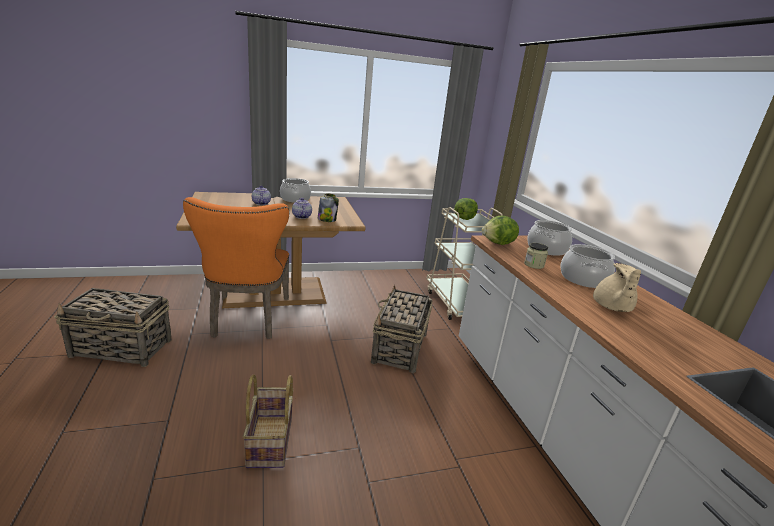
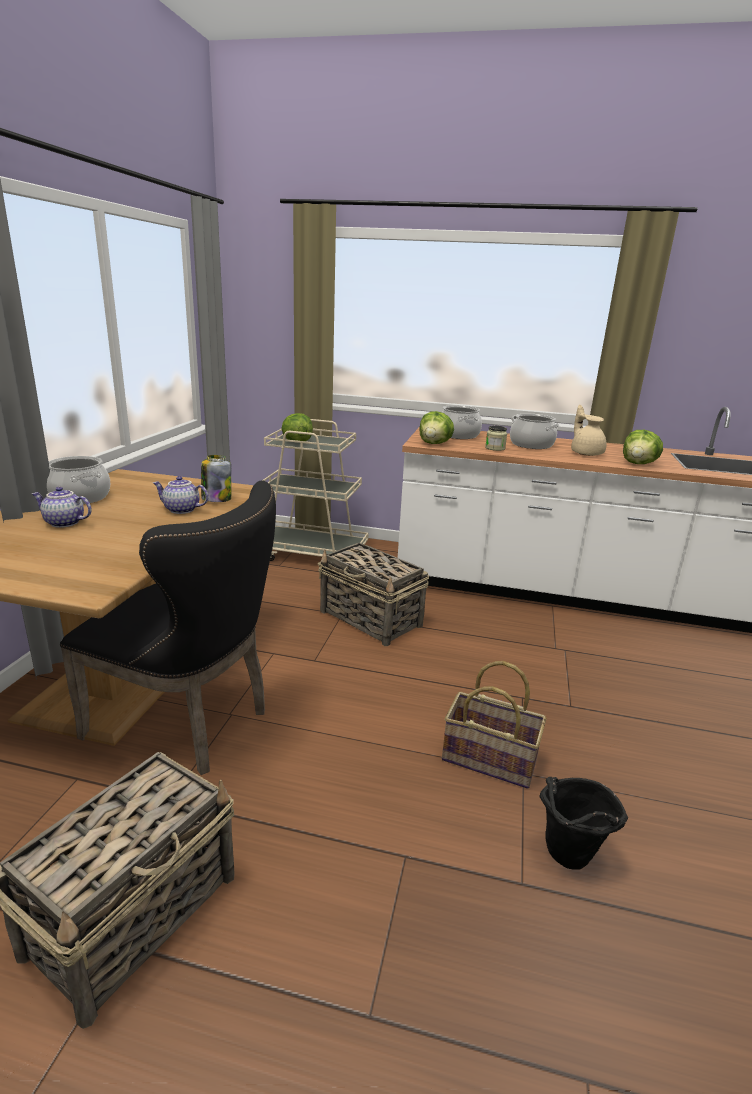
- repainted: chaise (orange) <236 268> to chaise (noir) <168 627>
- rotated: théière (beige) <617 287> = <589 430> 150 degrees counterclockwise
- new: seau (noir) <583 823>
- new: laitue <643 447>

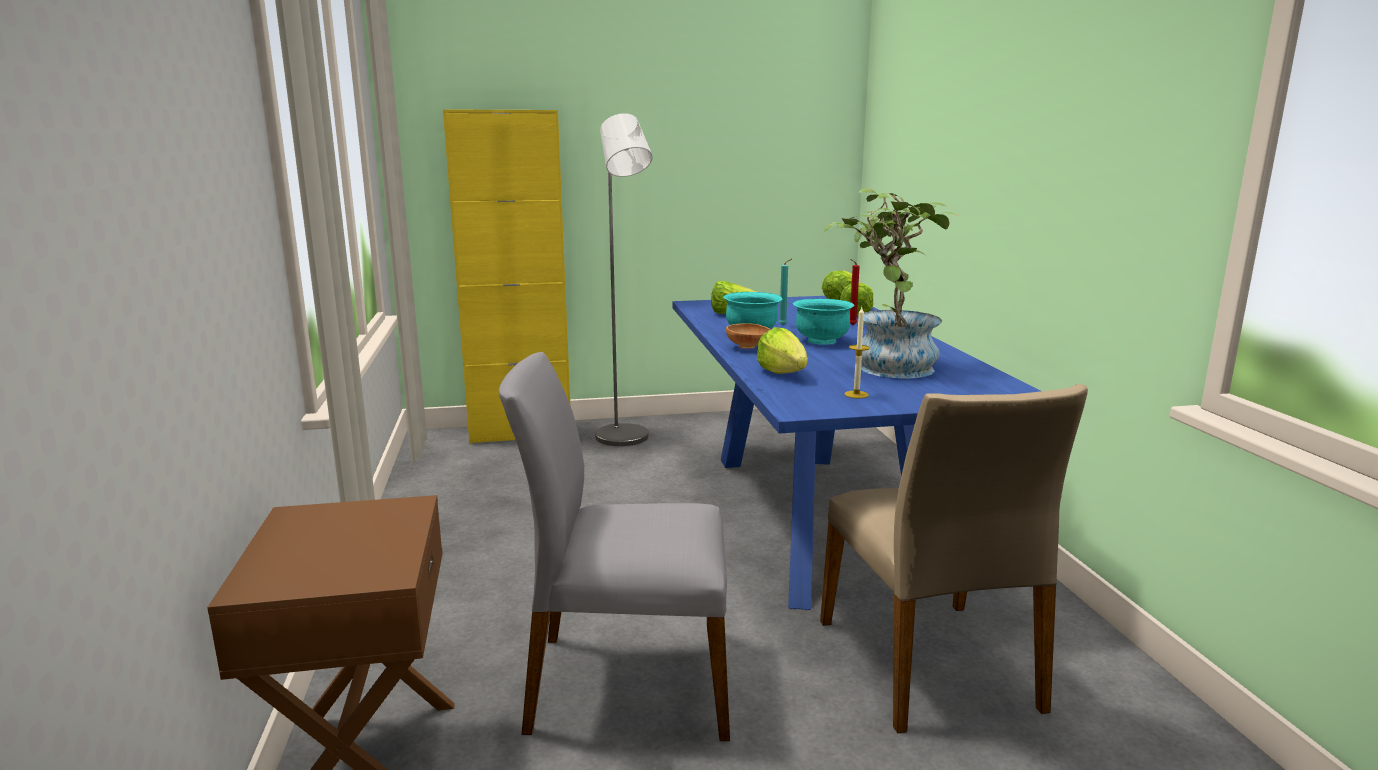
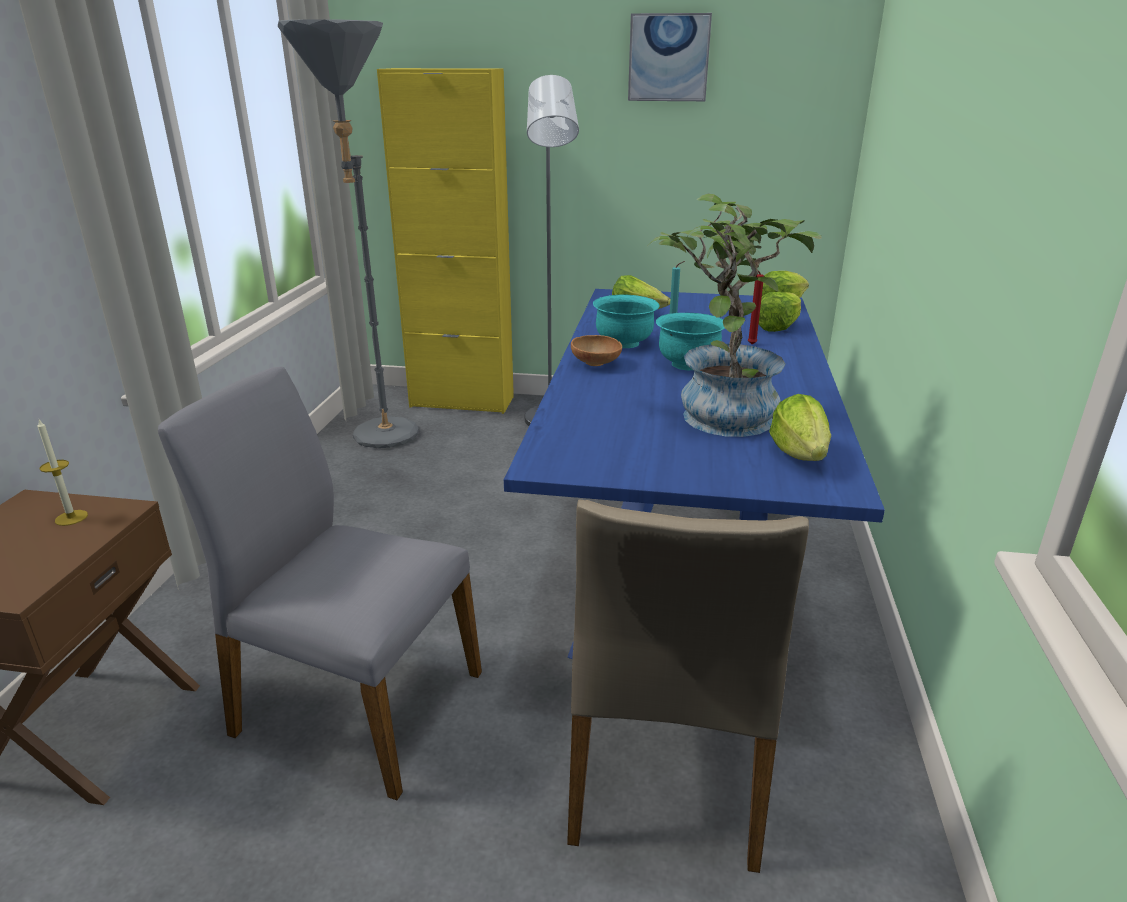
- shifted: laitue <782 350> to <800 427>
- shifted: bougie <857 352> to <62 473>
- new: lampadaire (gris) <348 233>
- new: tableau <670 57>

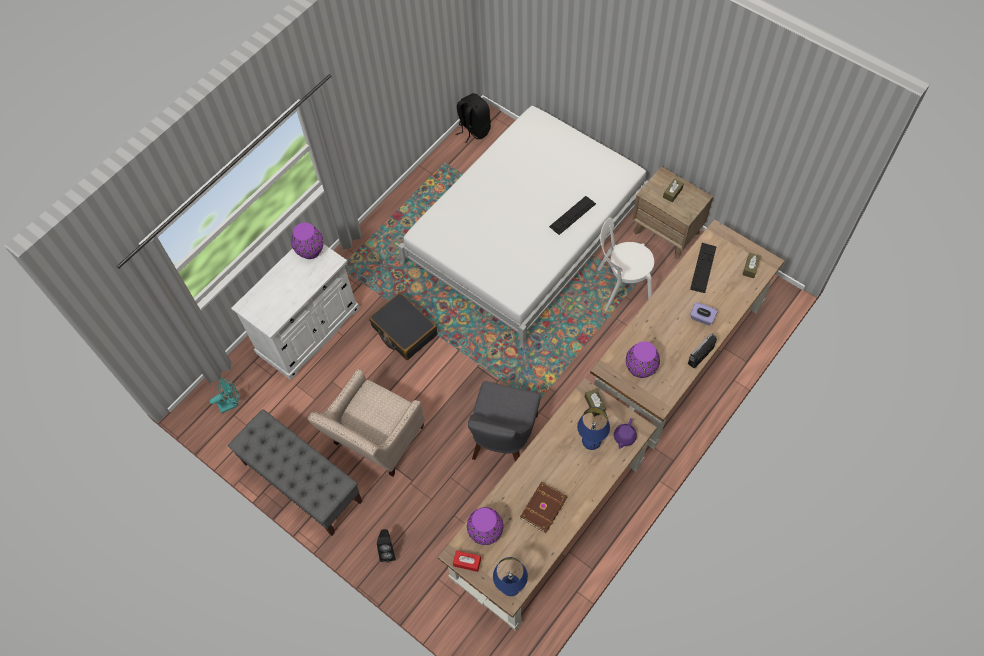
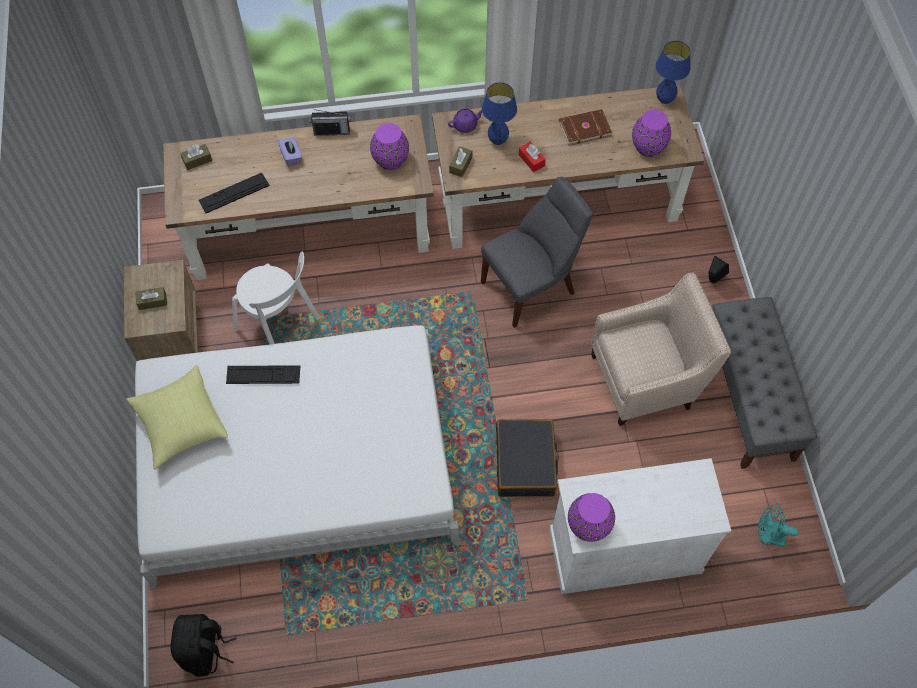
- shifted: boîte à mouchoirs (rouge) <467 561> to <532 157>
- new: coussin (jaune) <177 417>

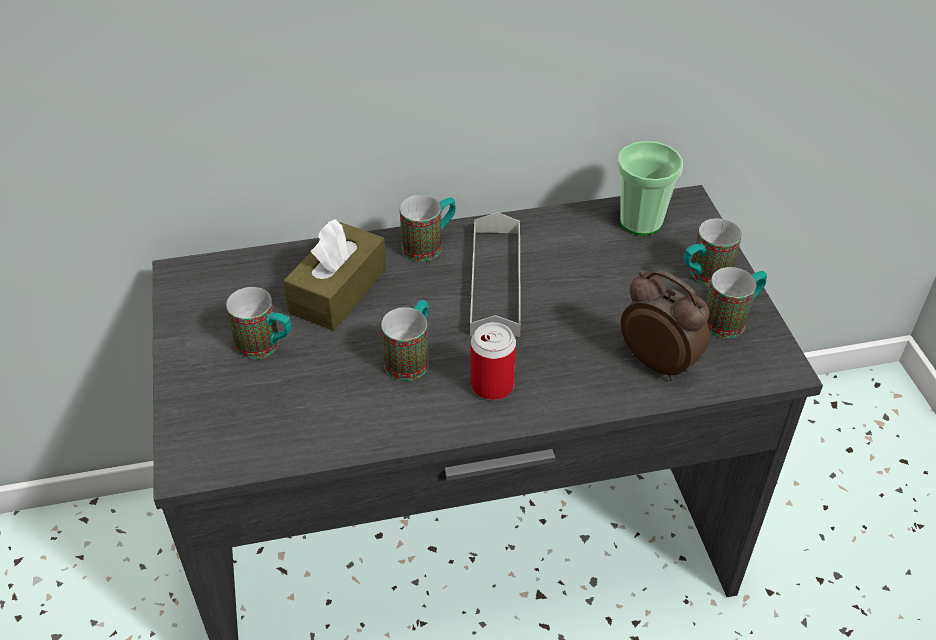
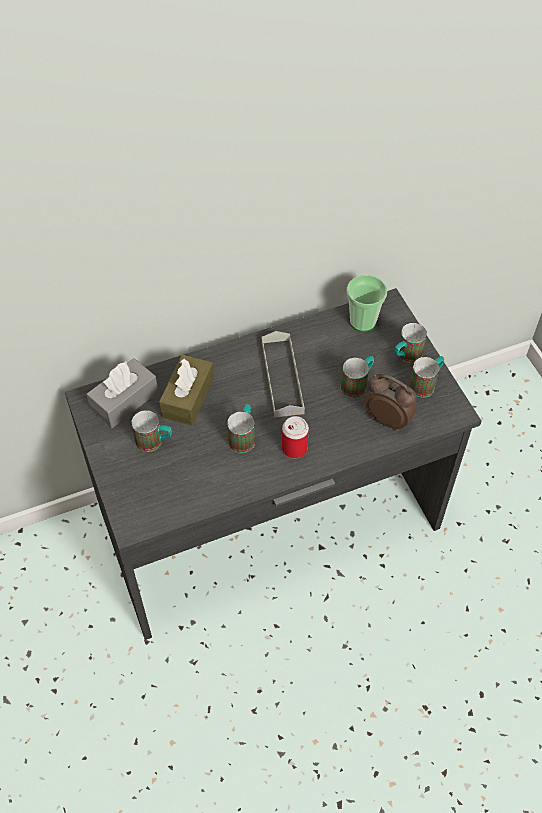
- shifted: mug <428 228> to <357 377>
- new: boîte à mouchoirs (gris) <122 393>

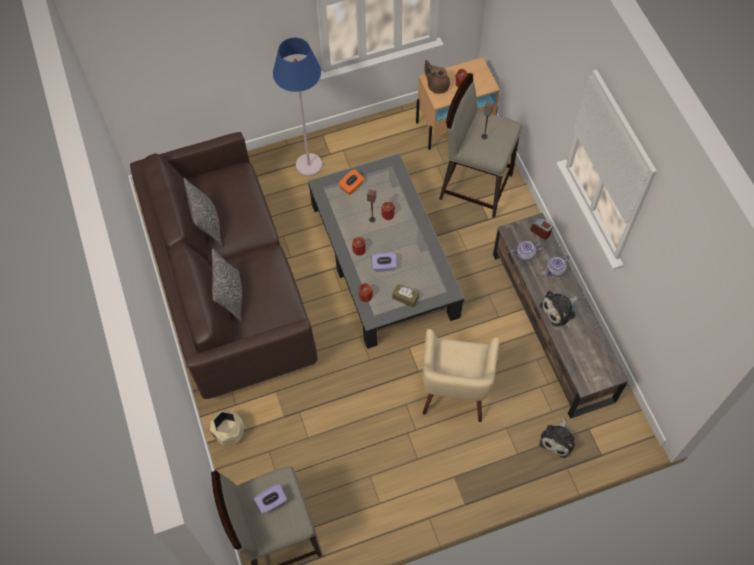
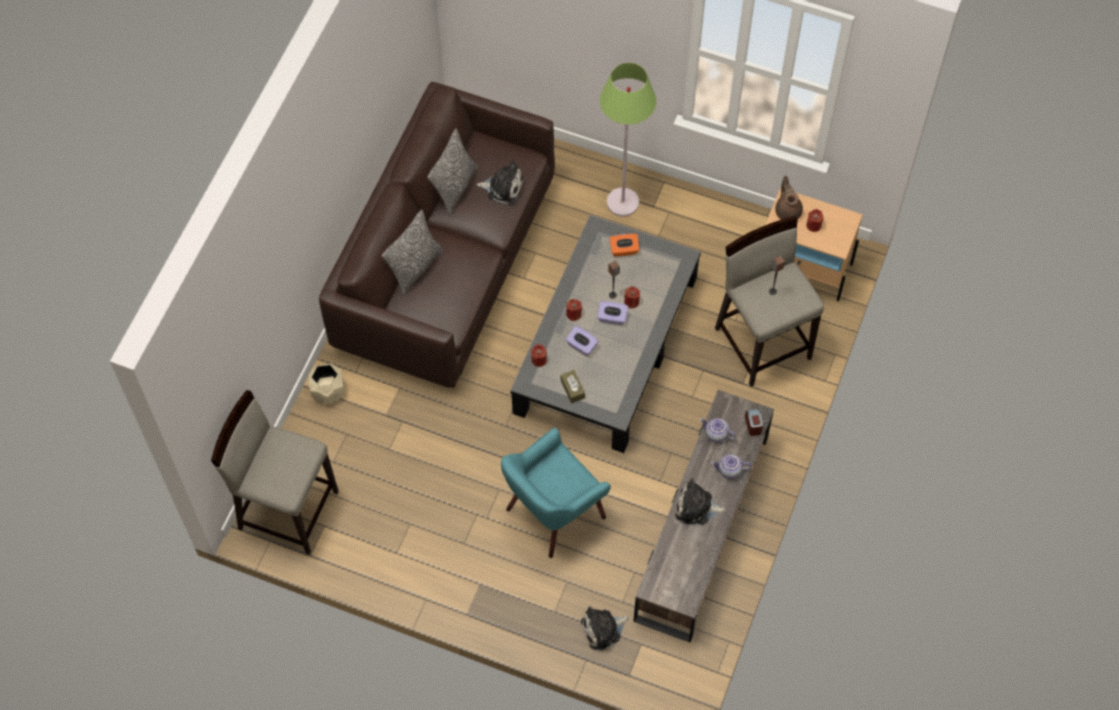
- shifted: boîte à mouchoirs (violet) <270 499> to <612 313>
- repainted: lampadaire (bleu) <297 107> to lampadaire (vert) <628 140>
- repainted: fauteuil (beige) <461 375> to fauteuil (turquoise) <556 492>
- new: peluche <500 182>

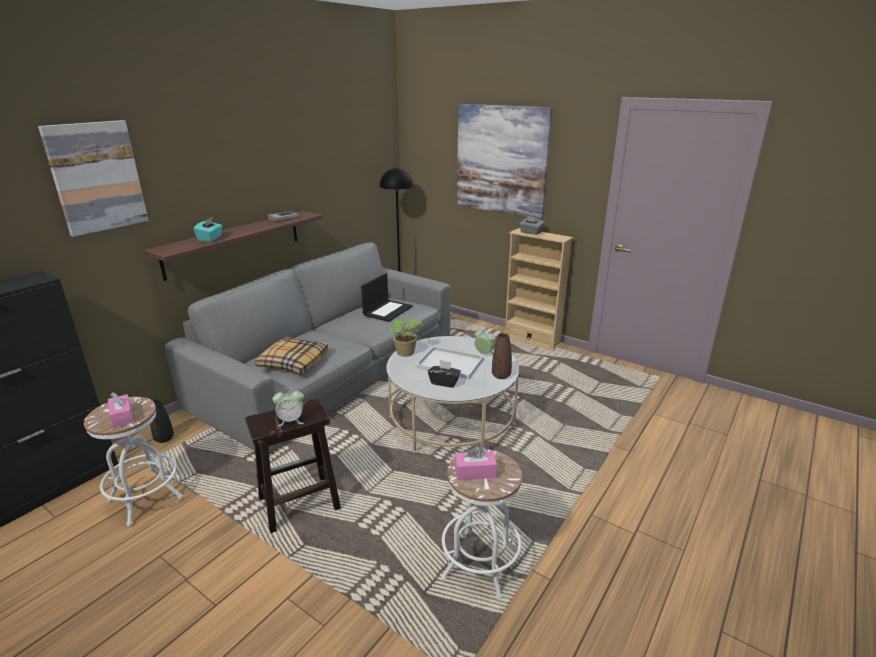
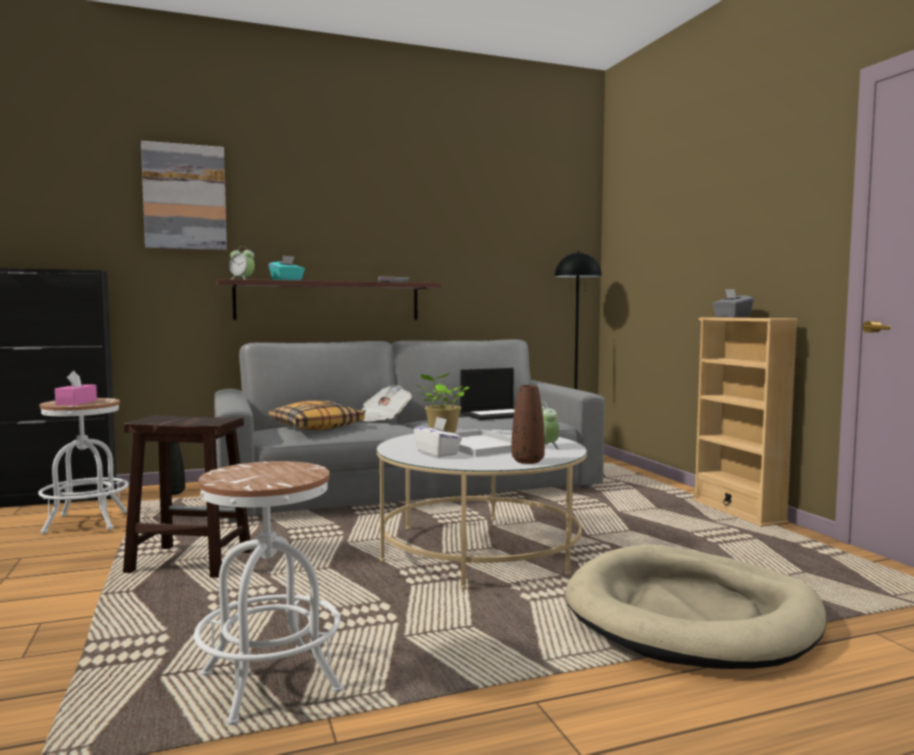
- shifted: réveil <288 407> to <242 262>
- repainted: boîte à mouchoirs (noir) <444 373> to boîte à mouchoirs (blanc) <438 437>
- gone: boîte à mouchoirs (rose) <476 463>
- gone: tableau <505 161>
- new: journal <386 403>
- new: panier pour chien (beige) <695 606>

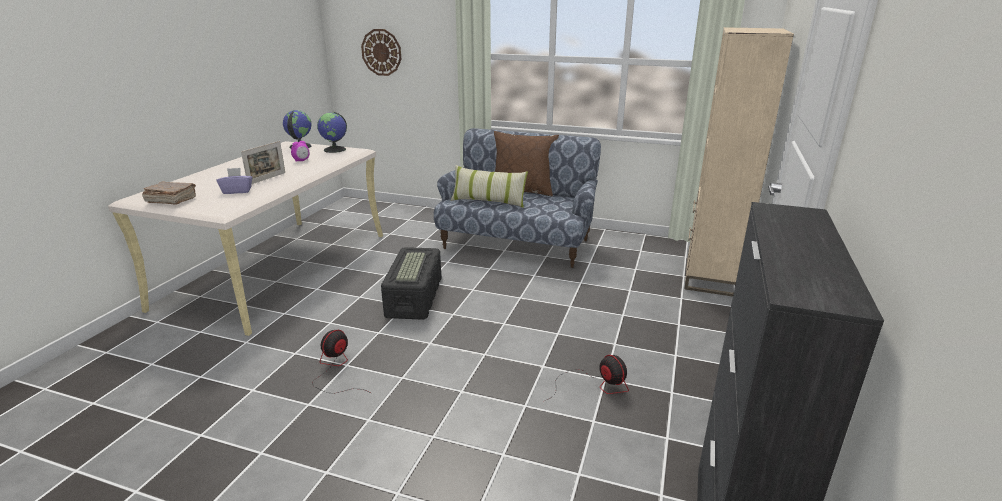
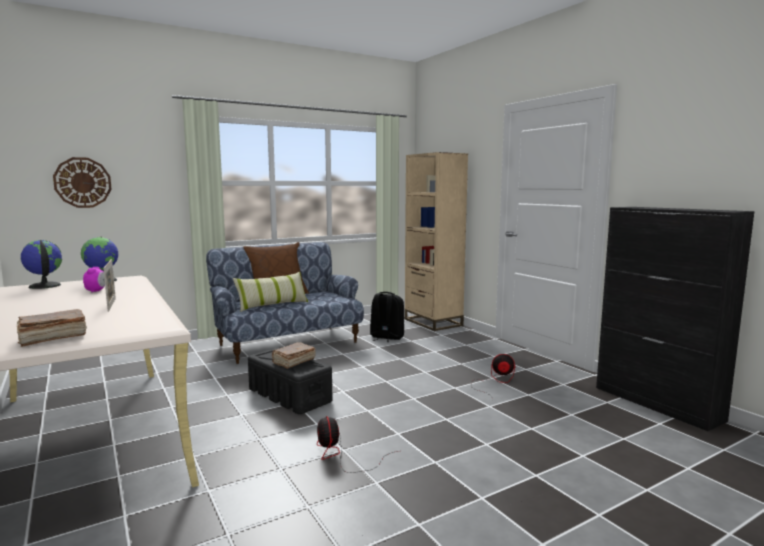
- gone: boîte à mouchoirs (violet) <234 181>
- swapped: clavier <411 267> to livre (marron) <294 355>
- new: sac à dos (noir) <387 317>

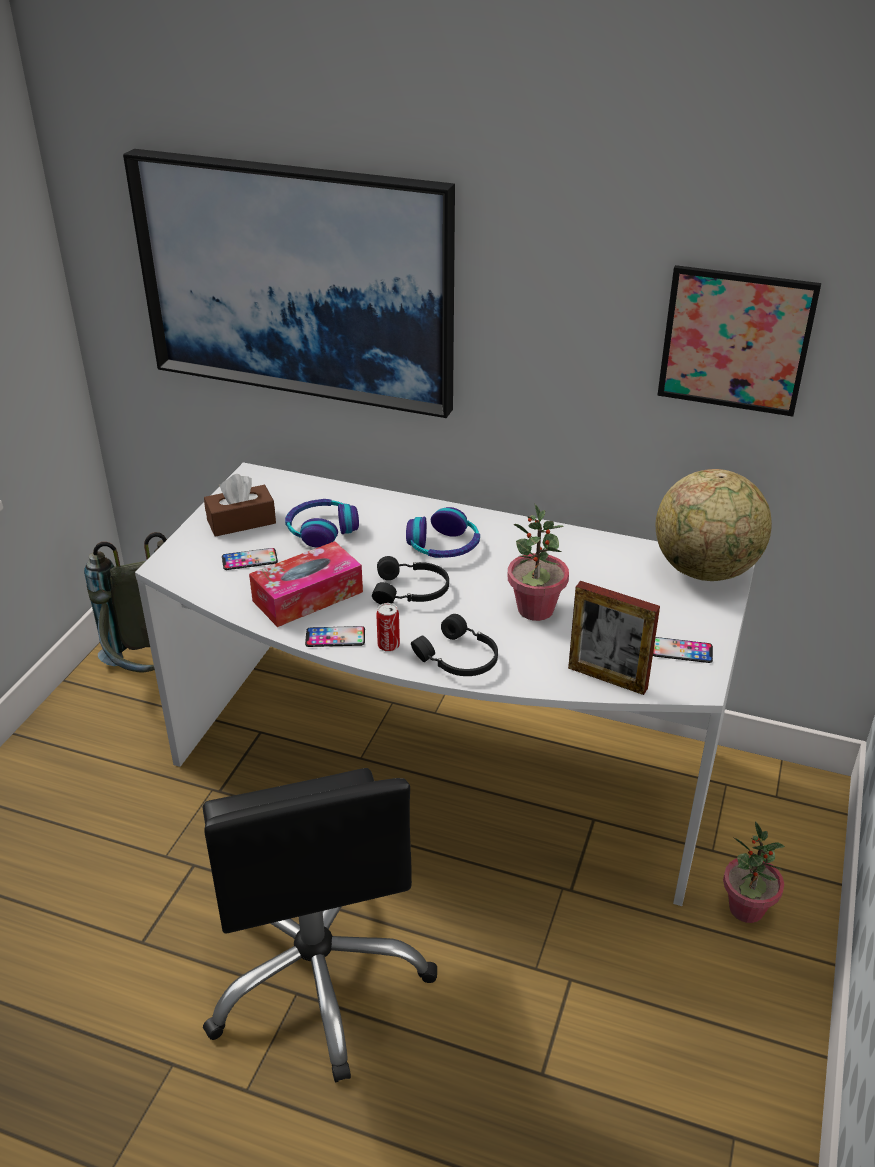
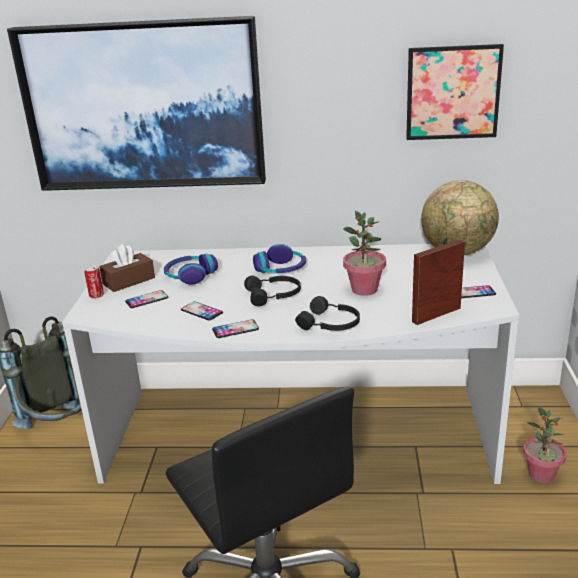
- swapped: boîte à mouchoirs <306 584> to téléphone <202 311>
- shifted: boîte métallique <388 627> to <94 282>
- rotated: cadre photo <614 638> = <438 282> 135 degrees clockwise

